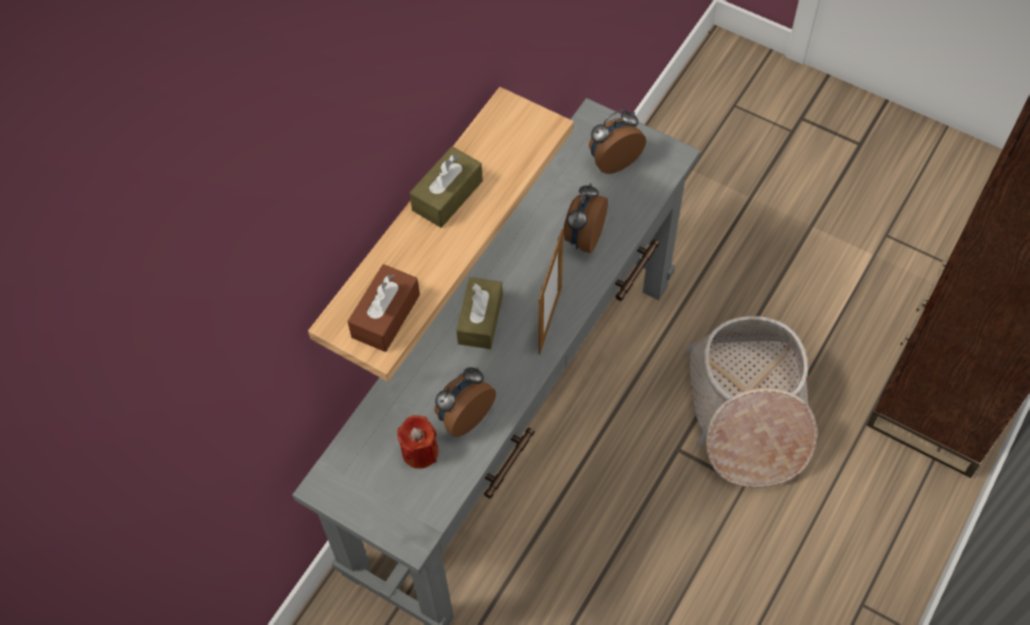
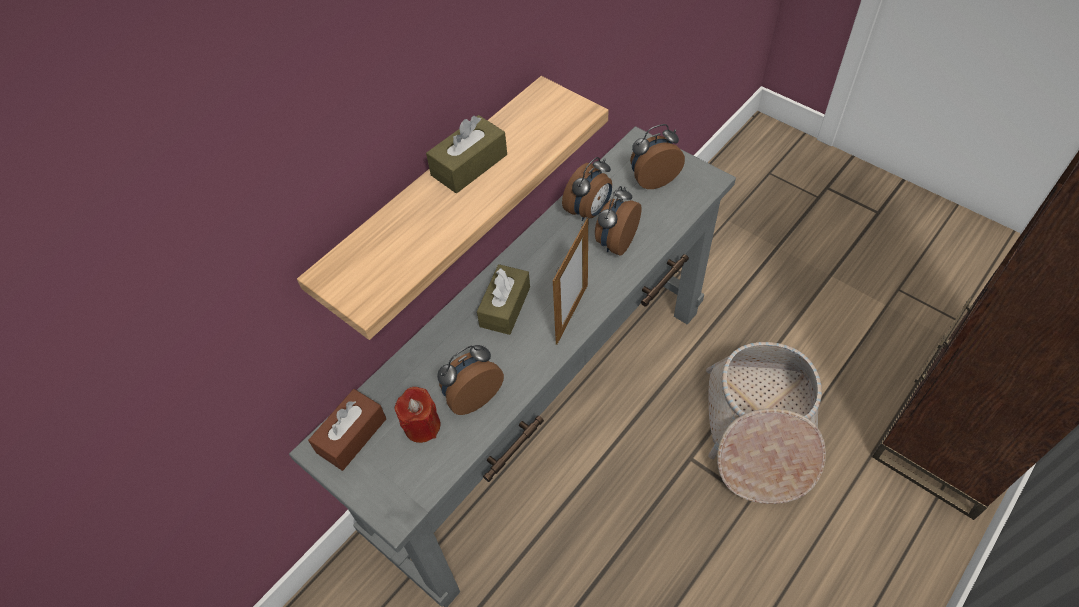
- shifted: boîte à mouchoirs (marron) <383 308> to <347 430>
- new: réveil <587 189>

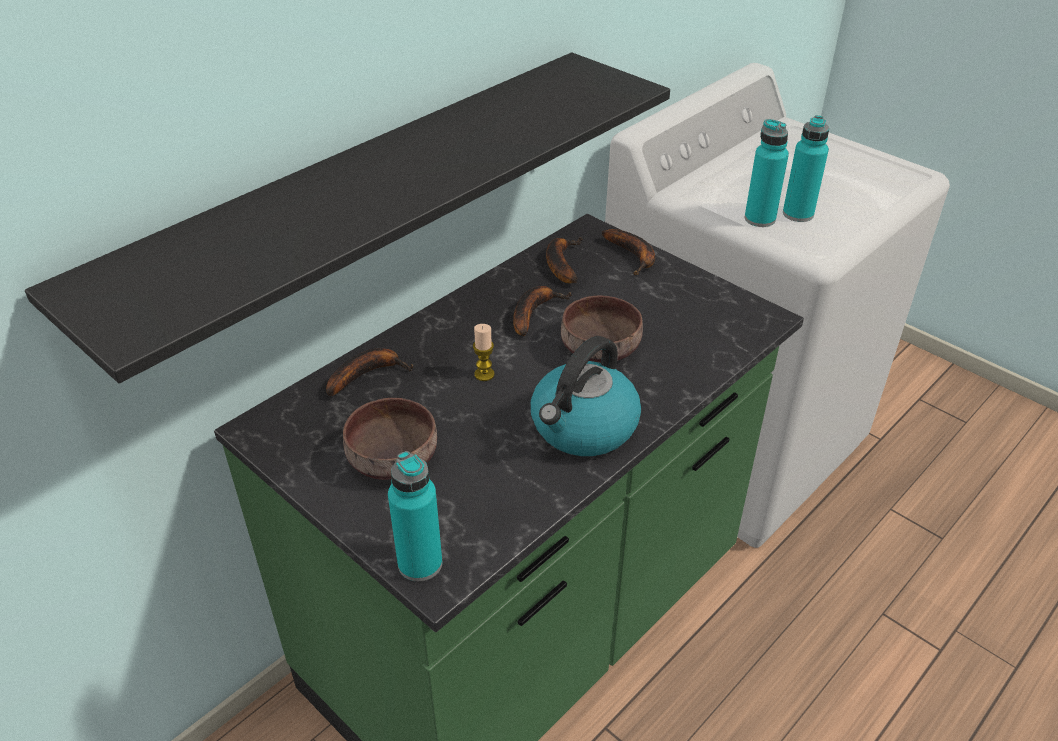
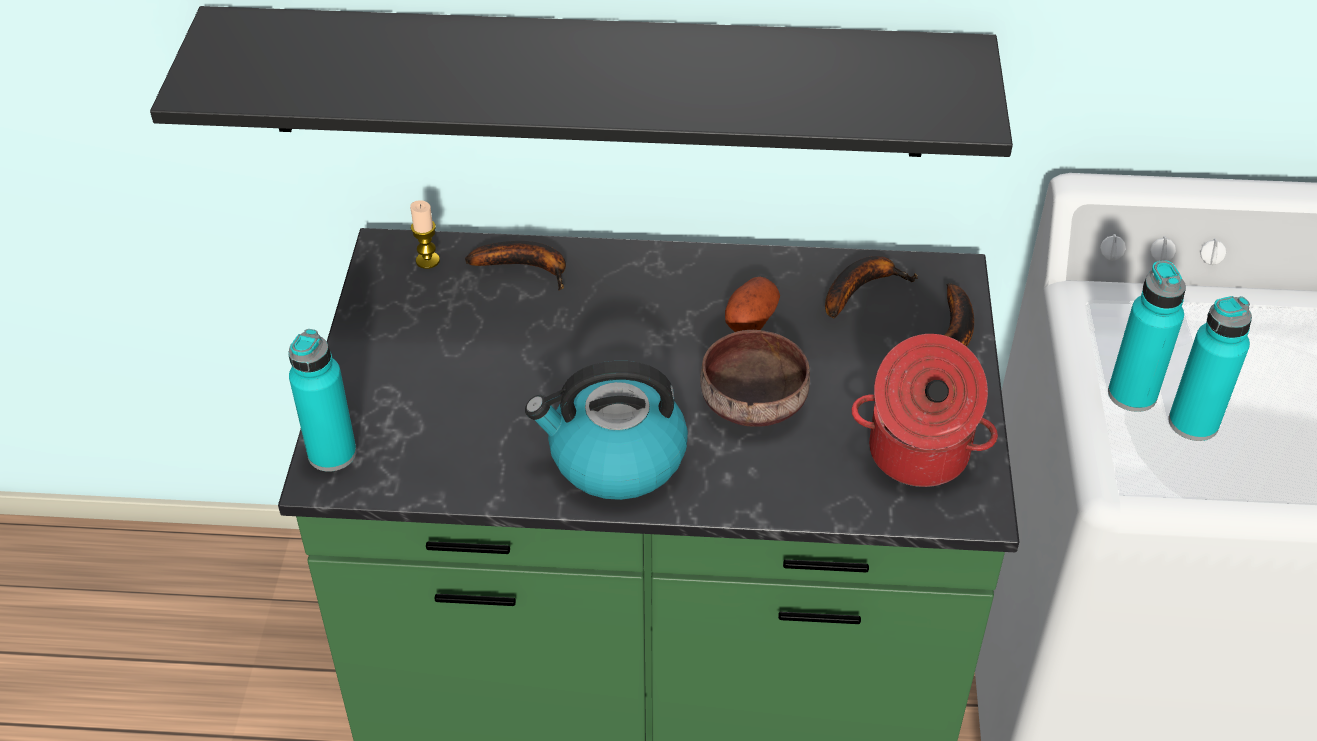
- gone: bol (marron) <390 439>
- shifted: bougie <484 352> to <425 234>
- swapped: banane <542 311> to pomme de terre <752 304>
- new: marmite <924 410>

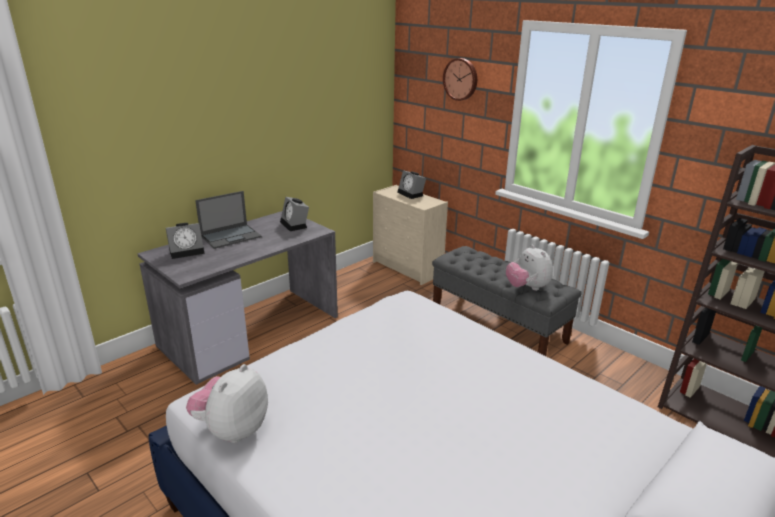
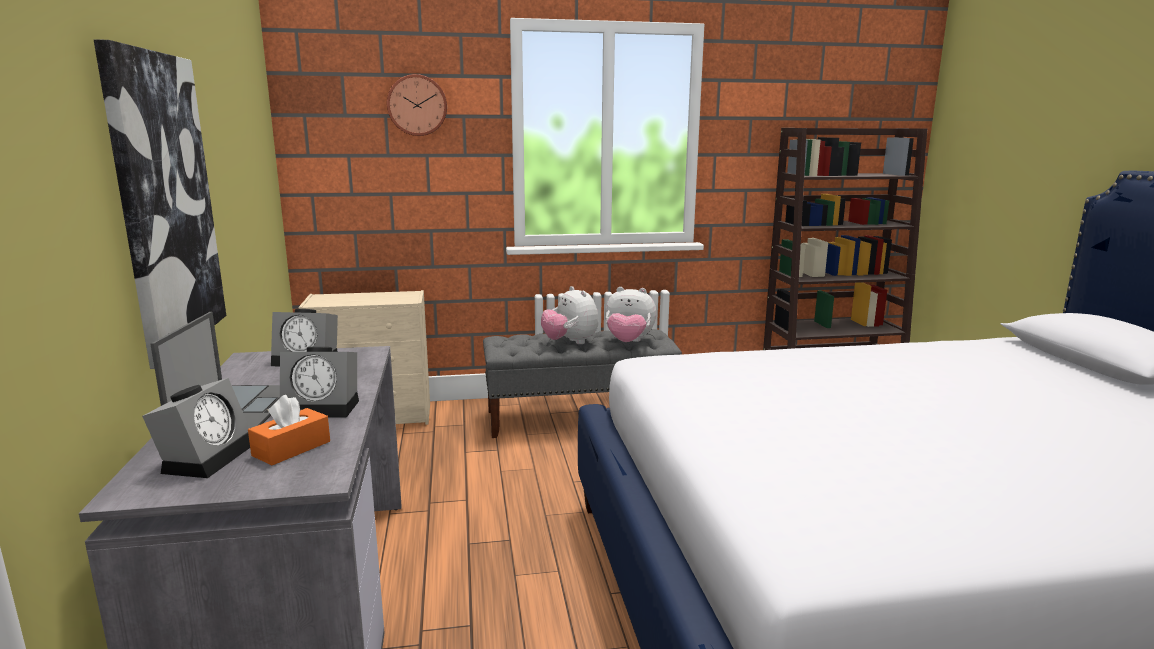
- shifted: peluche <227 403> to <569 315>
- shifted: réveil <411 184> to <319 382>
- new: tableau <160 204>
- new: boîte à mouchoirs (orange) <289 430>

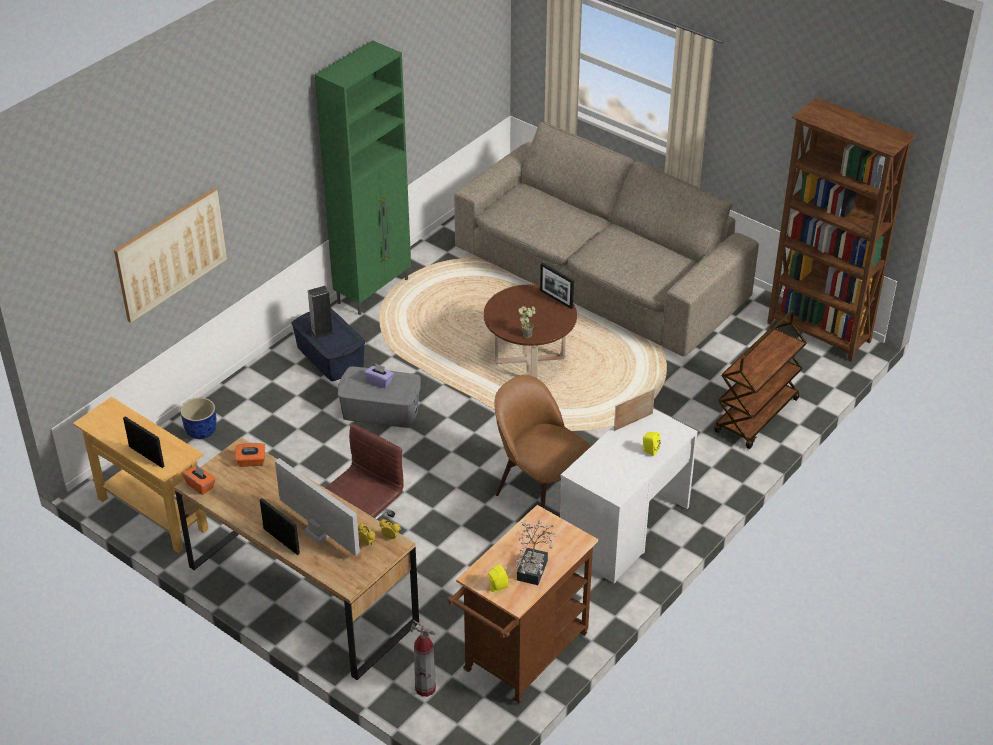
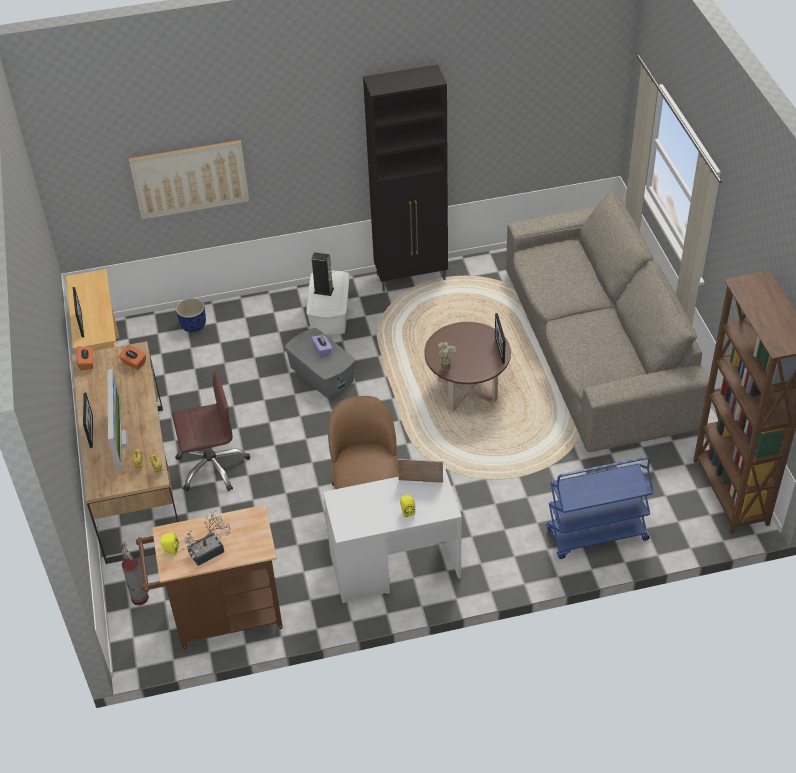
- repainted: boîte de rangement (bleu) <328 345> to boîte de rangement (blanc) <327 303>
- repainted: meuble de rangement (vert) <363 177> to meuble de rangement (noir) <405 178>
- repainted: chariot (marron) <760 379> to chariot (bleu) <600 508>

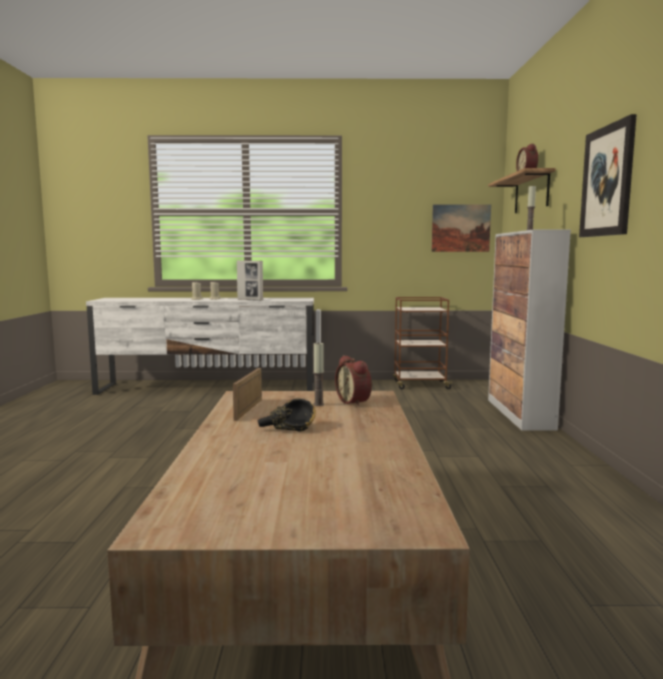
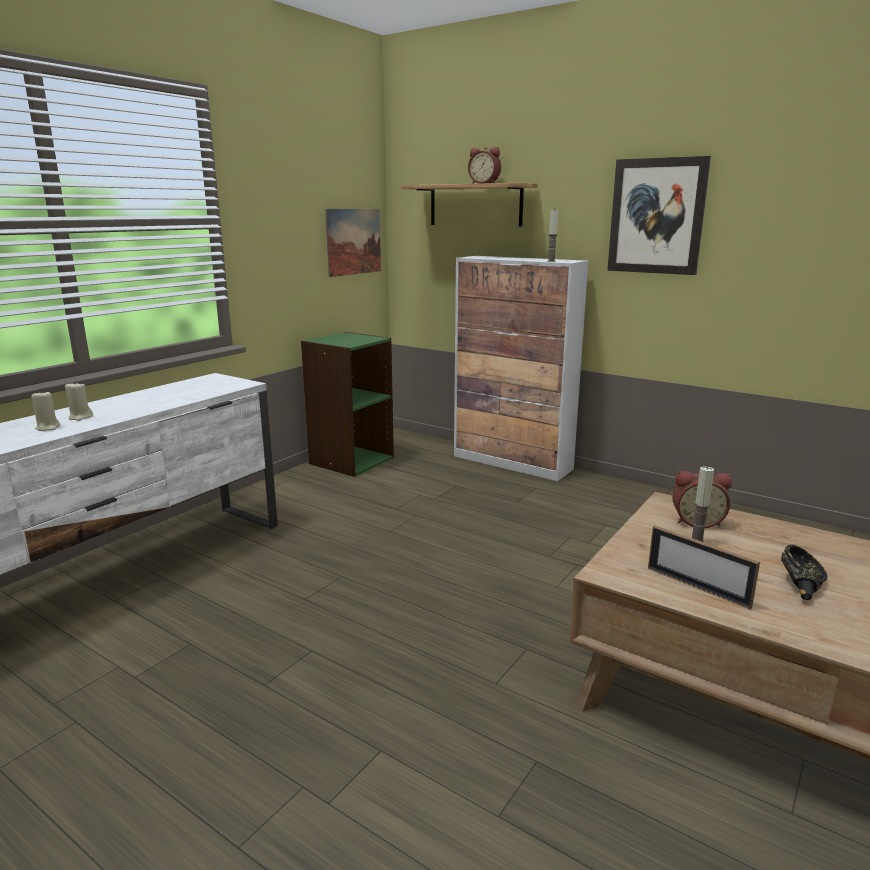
- gone: cadre photo <250 280>
- swapped: chariot (marron) <423 343> to bibliothèque (vert) <347 404>

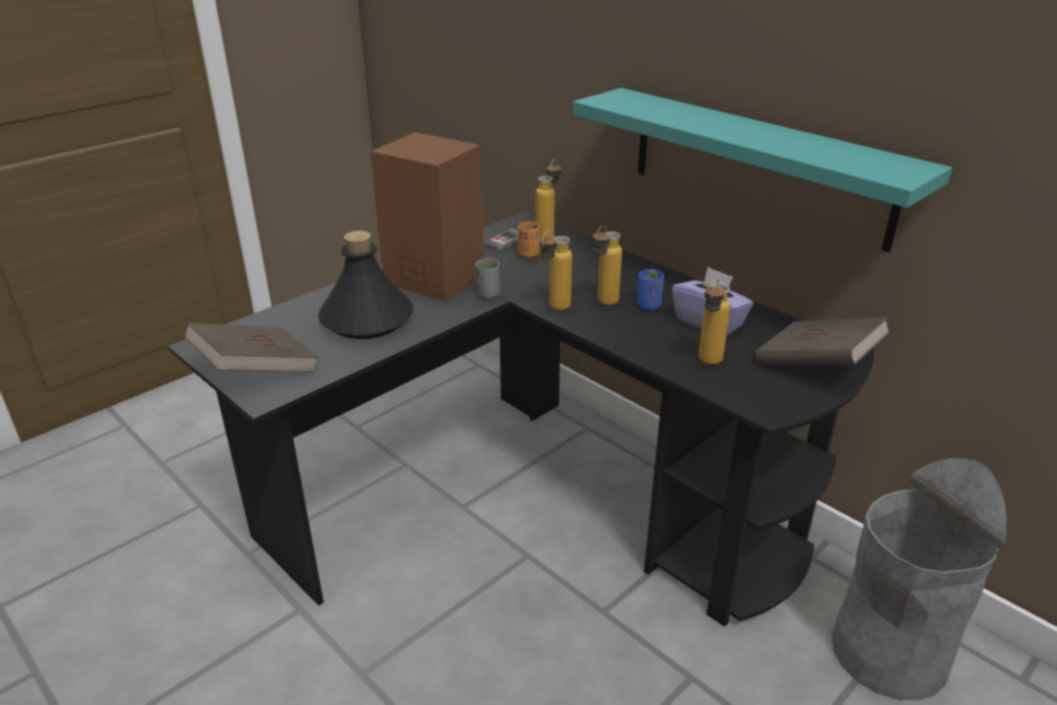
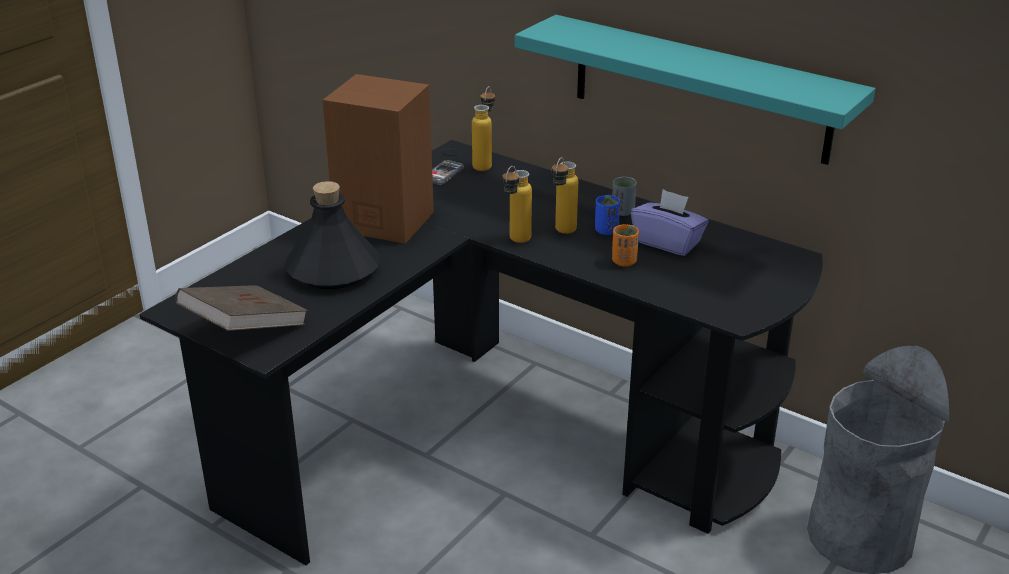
- shifted: tasse (gris) <487 279> to <624 196>
- shifted: tasse (orange) <529 239> to <625 245>
- gone: bouteille <714 322>
- gone: livre (marron) <823 341>

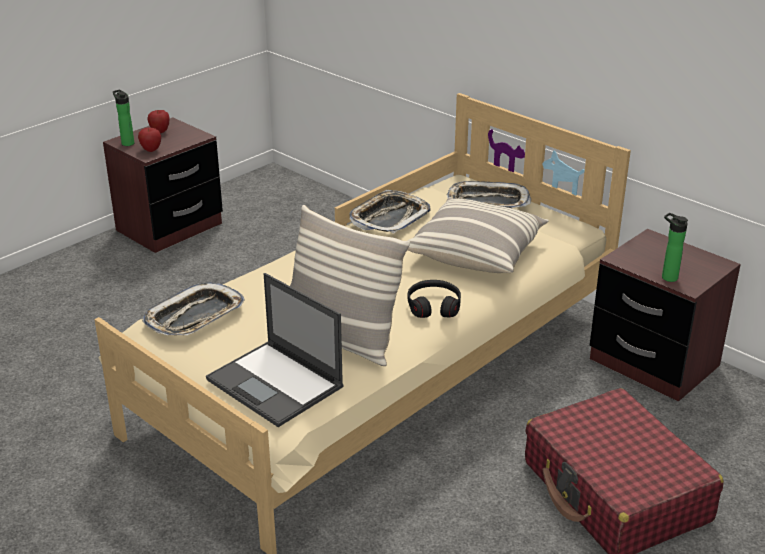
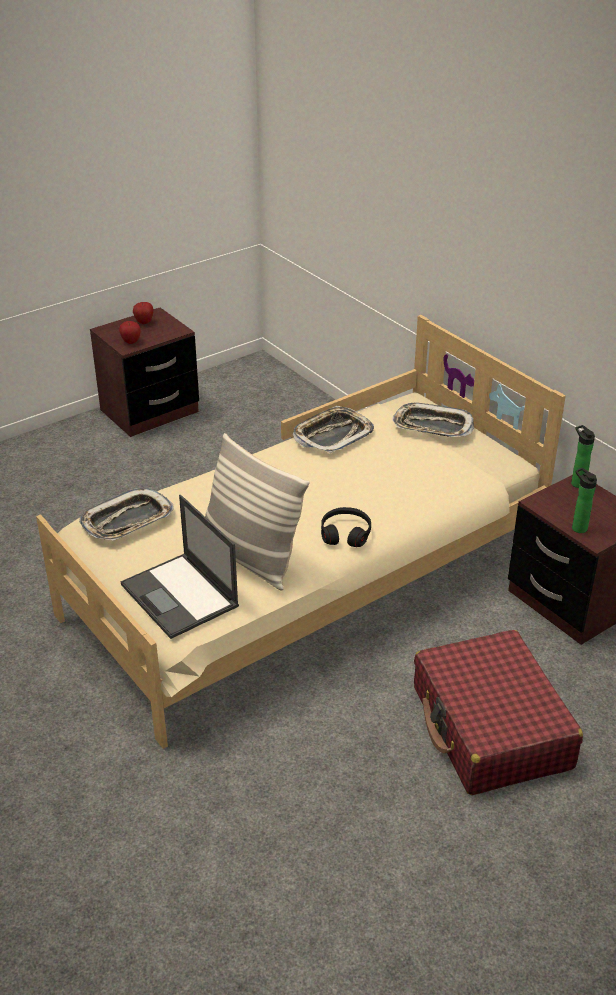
- shifted: bouteille <123 118> to <583 456>
- gone: coussin <478 235>

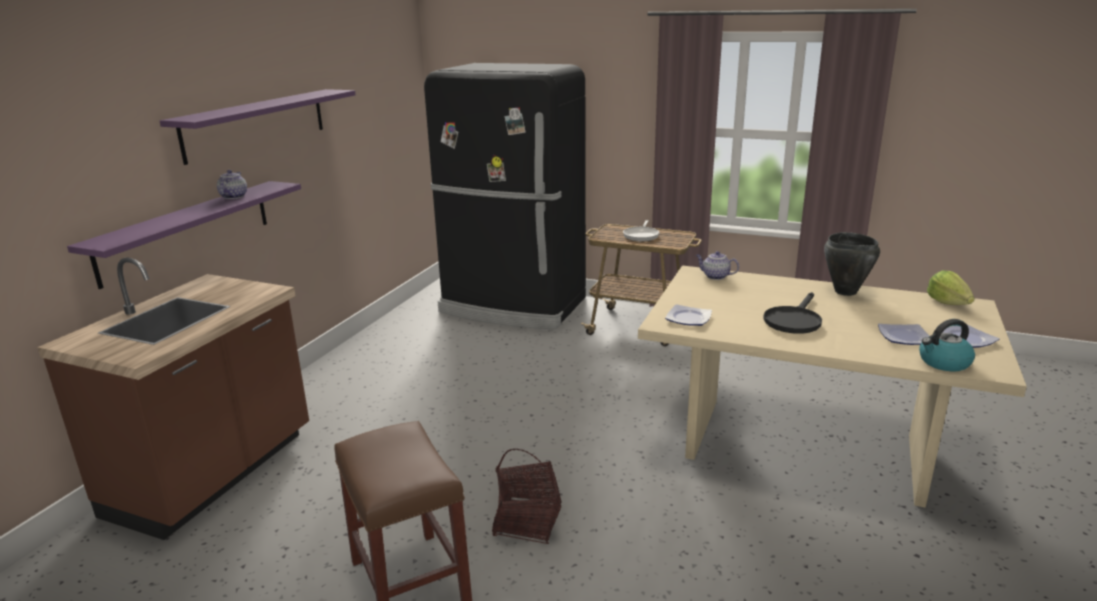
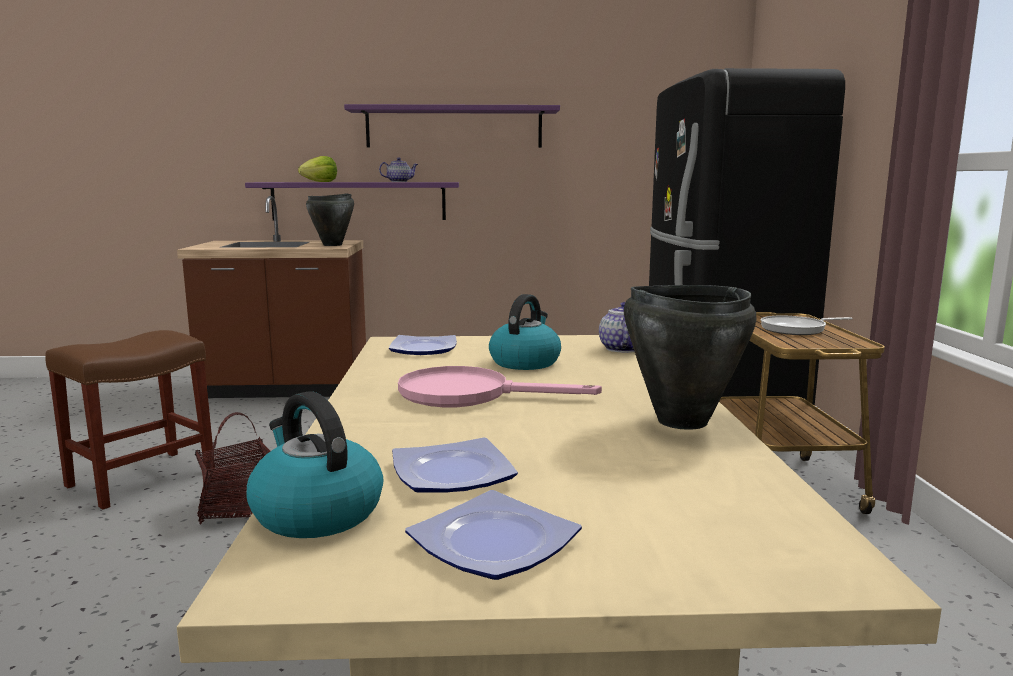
- repainted: poêle (noir) <792 313> to poêle (rose) <500 386>
- shifted: laitue <951 287> to <317 169>
- new: marmite (noir) <330 219>
- new: bouilloire <525 332>

